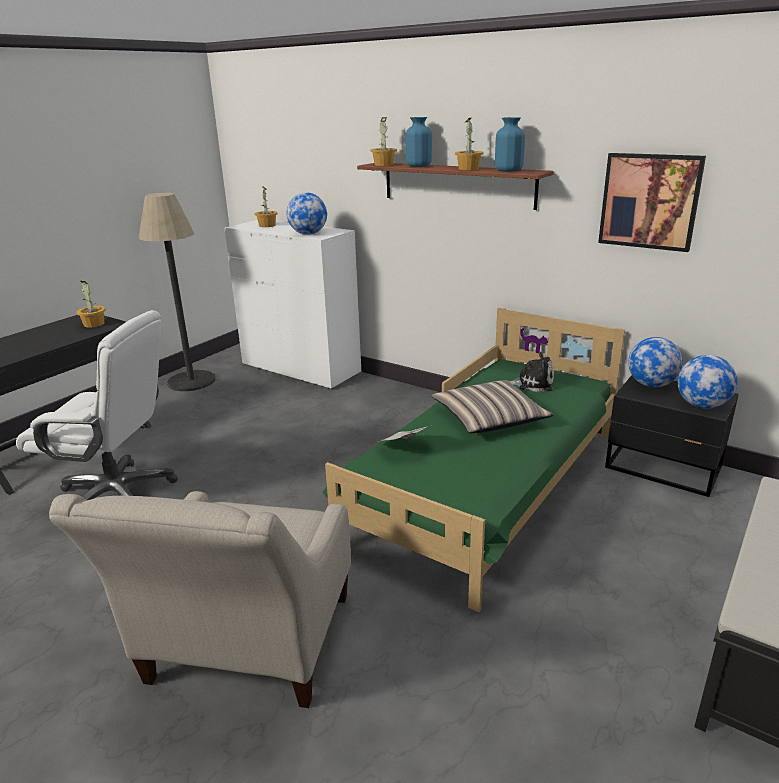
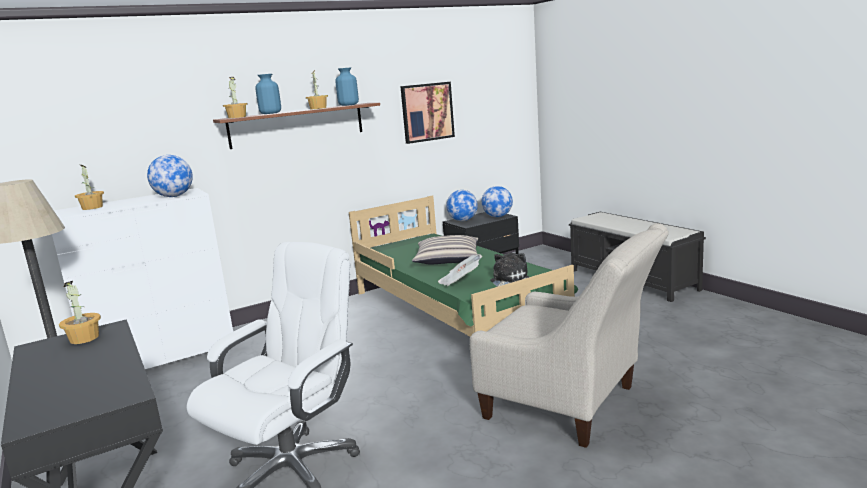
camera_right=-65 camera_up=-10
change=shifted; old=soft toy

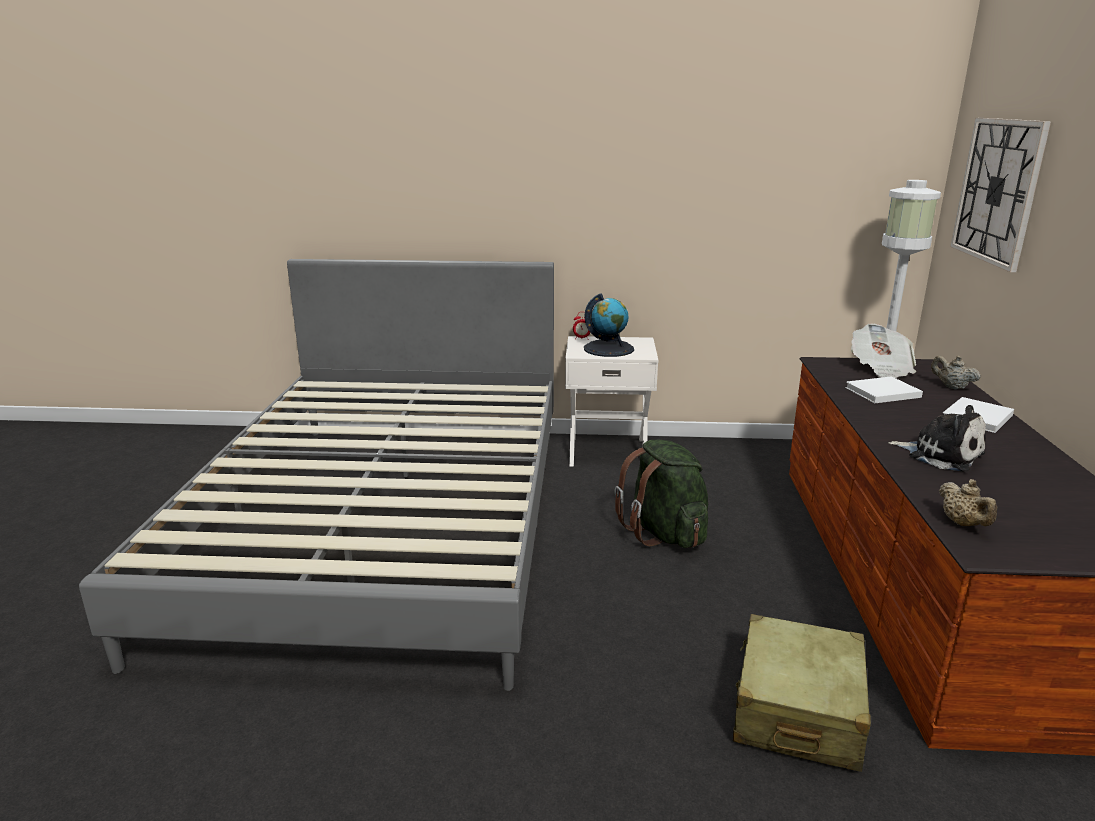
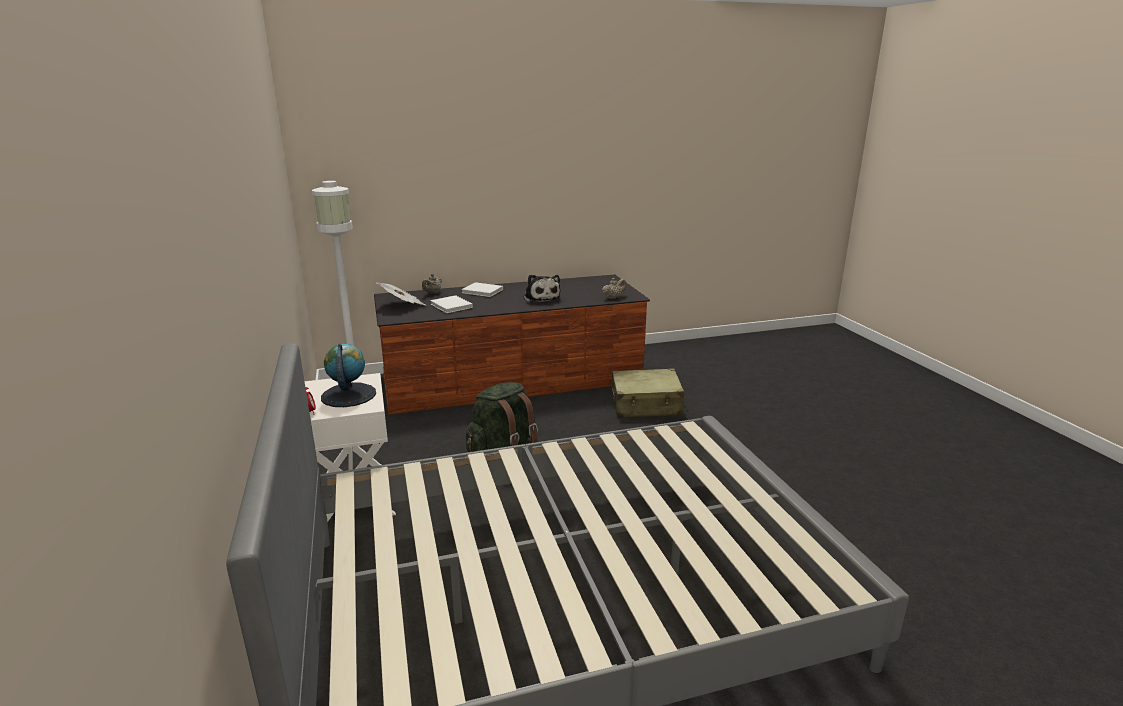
camera_right=-110 camera_up=0
change=rotated; old=soft toy; degrees=135
change=gone; old=wall clock

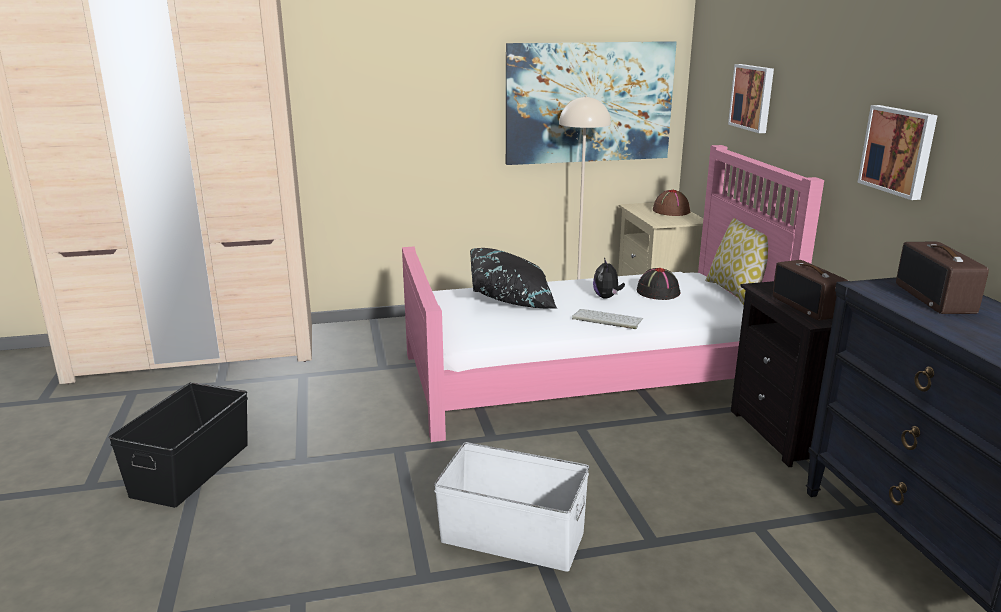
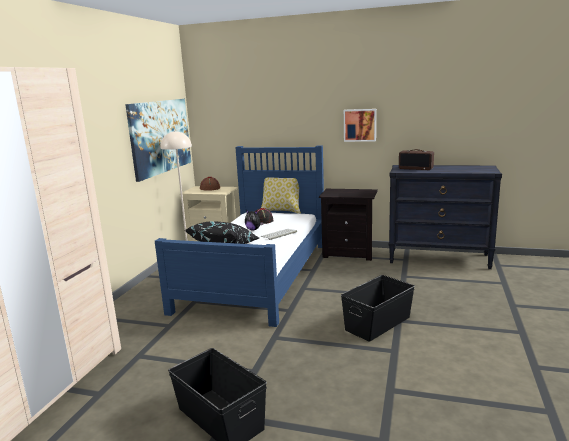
camera_right=-60 camera_up=-5
change=repainted; old=bed (pink); new=bed (blue-coloured)
change=repainted; old=storage container (whitish); new=storage container (black) (no. 2 from left)
change=gone; old=wall art (no. 2 from left)
change=gone; old=radio (no. 1 from left)

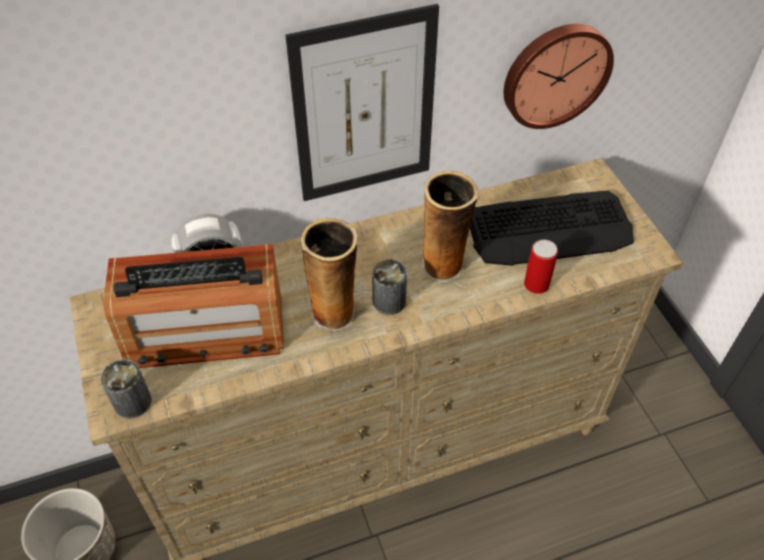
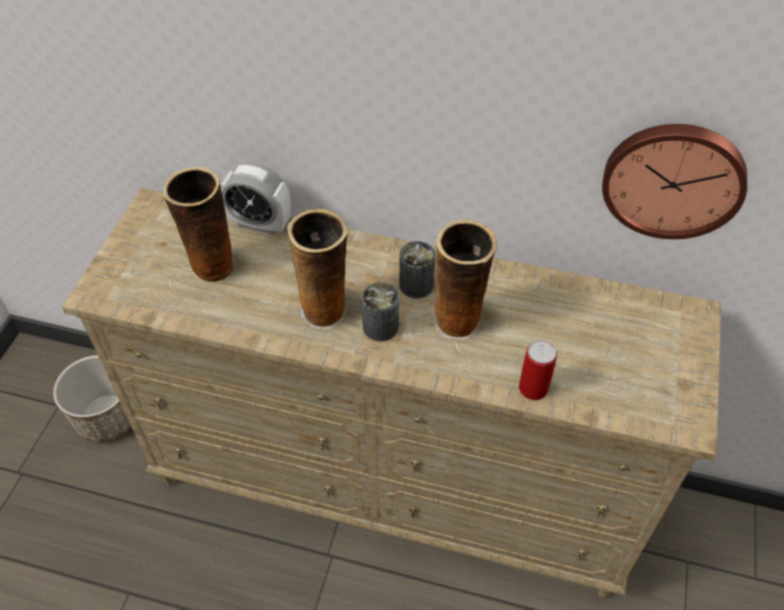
camera_right=35 camera_up=0
change=shifted; old=sealed can (no. 1 from left in the first image); new=sealed can (no. 2 from left)
change=swapped; old=radio; new=vase (no. 1 from left)
change=gone; old=wall art
change=gone; old=computer keyboard

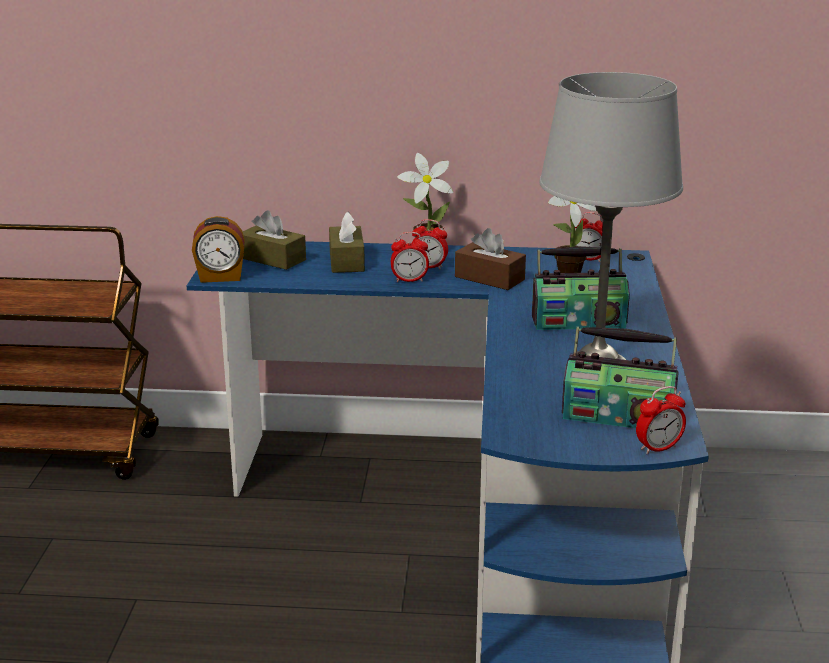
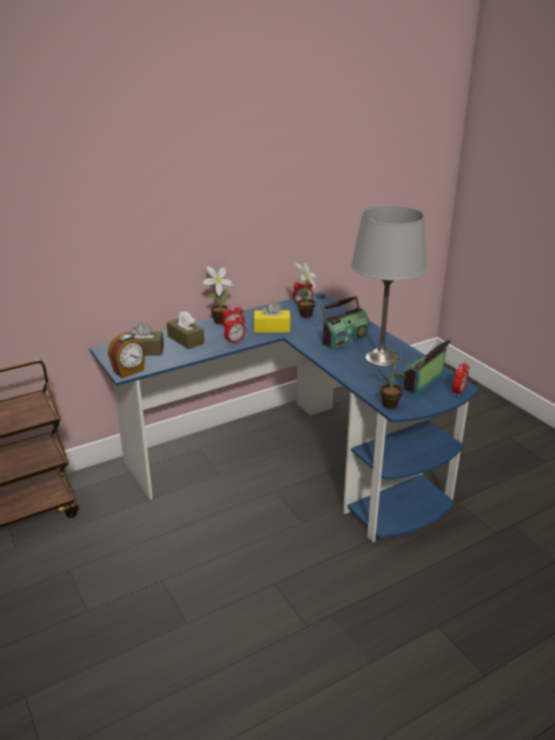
camera_right=-35 camera_up=5
change=repainted; old=box of tissues (brownish) (no. 3 from left); new=box of tissues (yellowish)
change=rotated; old=radio (no. 2 from left); degrees=150
change=new; new=plant in a pot (no. 3 from left)

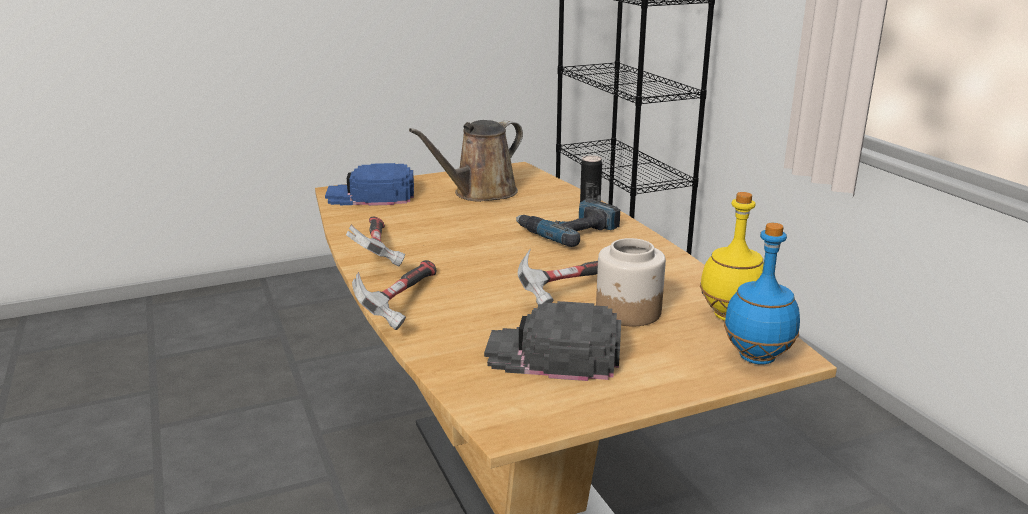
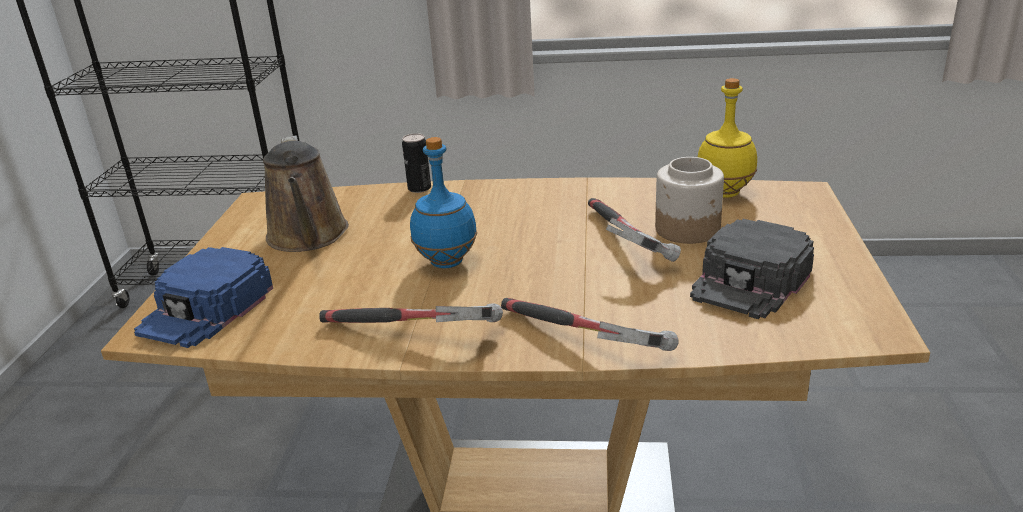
camera_right=-60 camera_up=5
change=gone; old=drill
change=shifted; old=bottle (blue-coloured)

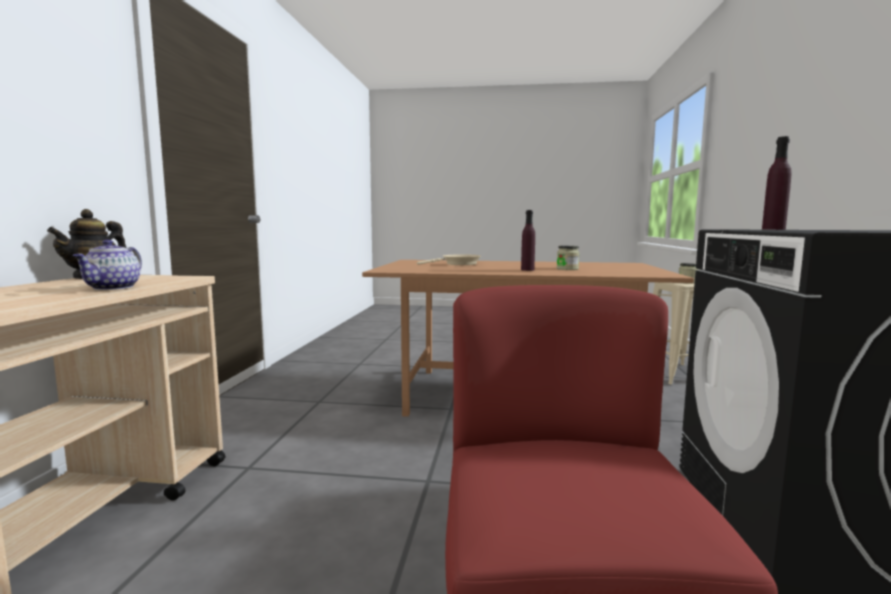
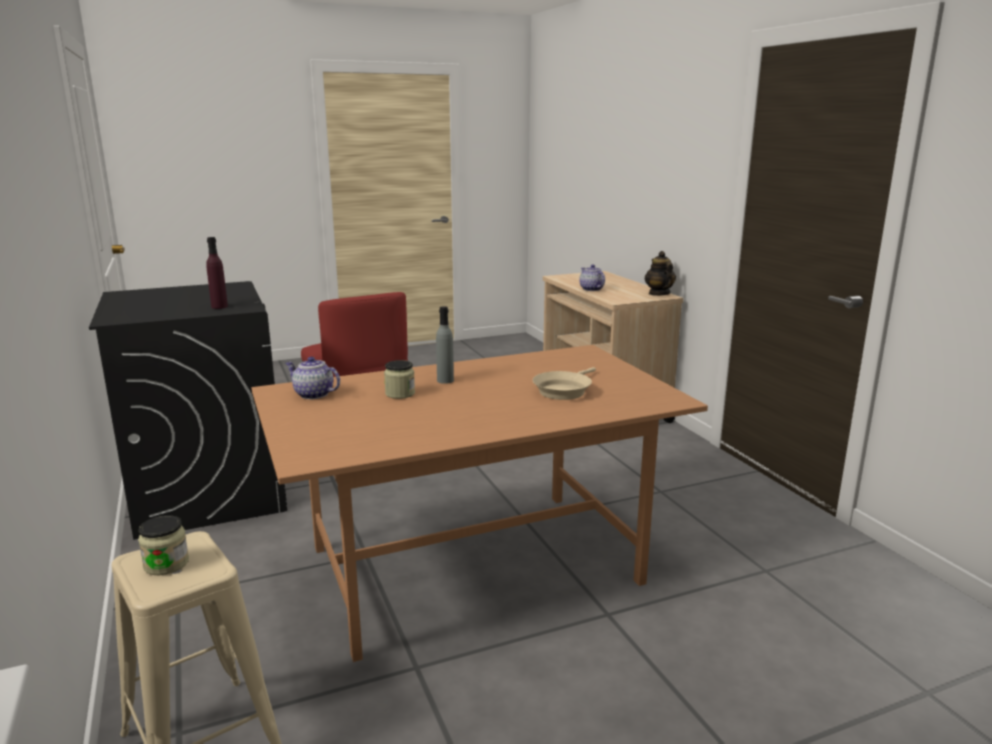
camera_right=150 camera_up=10
change=repainted; old=bottle (purple) (no. 1 from left); new=bottle (grey)
change=new; new=teapot (no. 1 from left)

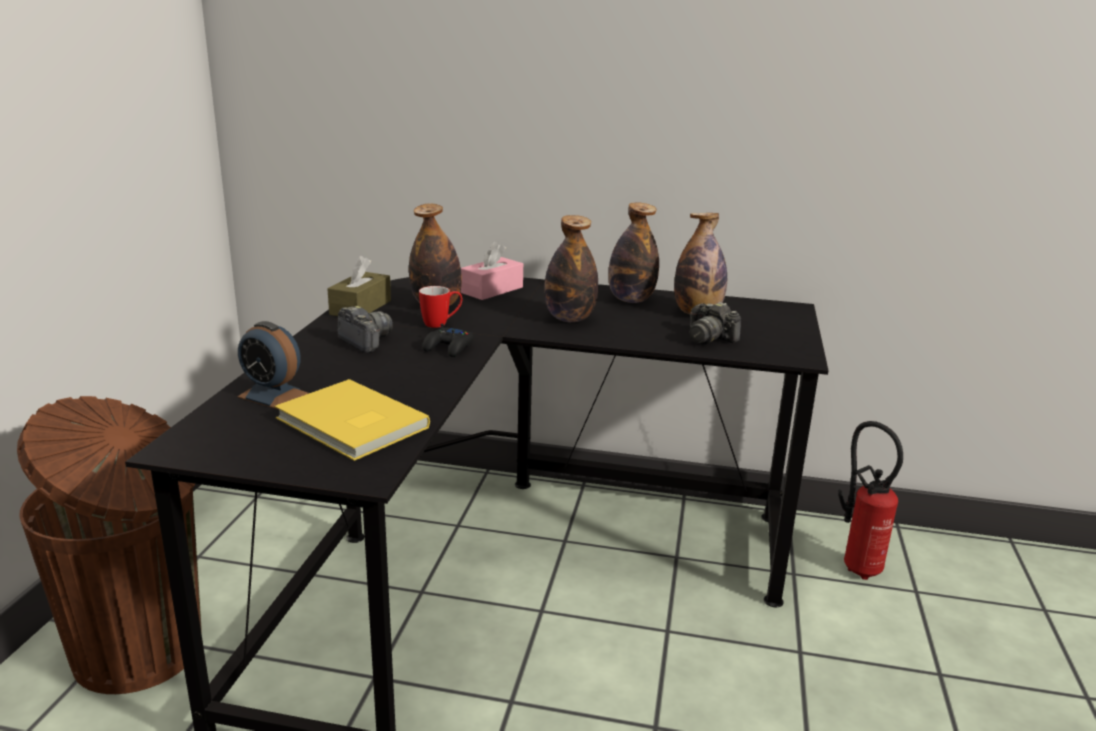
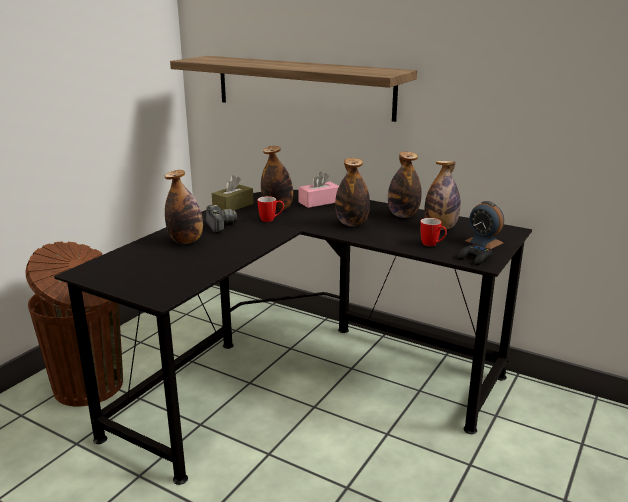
camera_right=20 camera_up=0
change=shifted; old=table clock
change=gone; old=volume (yellowish)
change=shifted; old=joypad (black)
change=swapped; old=still camera (no. 2 from left); new=tea mug (no. 2 from left)
change=gone; old=extinguisher
change=new; new=bottle (no. 1 from left)
change=new; new=wall shelf

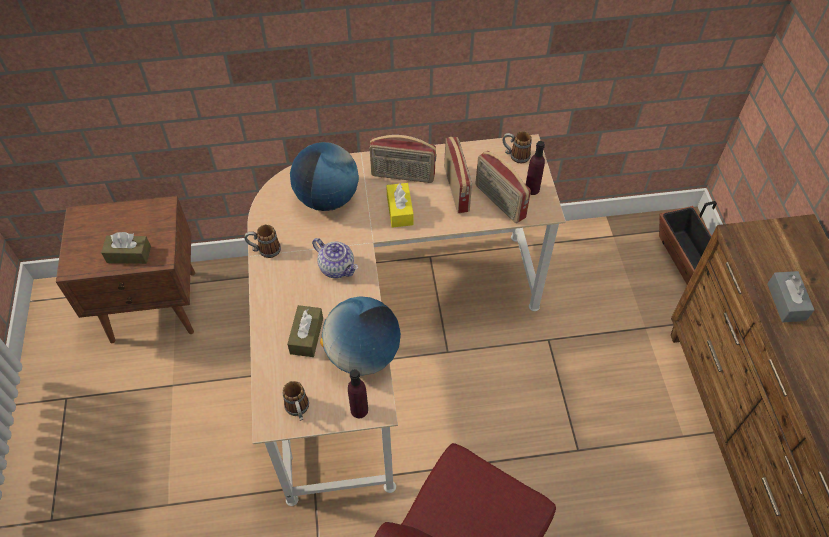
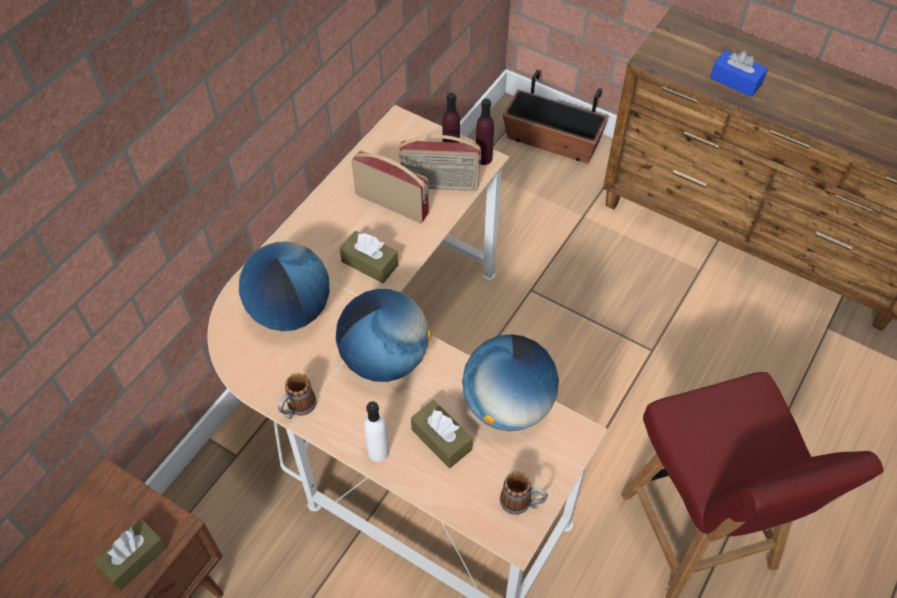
camera_right=-50 camera_up=0
change=swapped; old=teapot; new=globe (no. 2 from left)
change=shifted; old=bottle (purple) (no. 1 from left in the first image); new=bottle (purple) (no. 2 from left)
change=gone; old=radio (no. 1 from left)
change=repainted; old=box of tissues (yellowish); new=box of tissues (brownish) (no. 2 from left)
change=gone; old=tea mug (no. 3 from left)
change=repainted; old=box of tissues (grey); new=box of tissues (blue-coloured)
change=new; new=bottle (whitish)

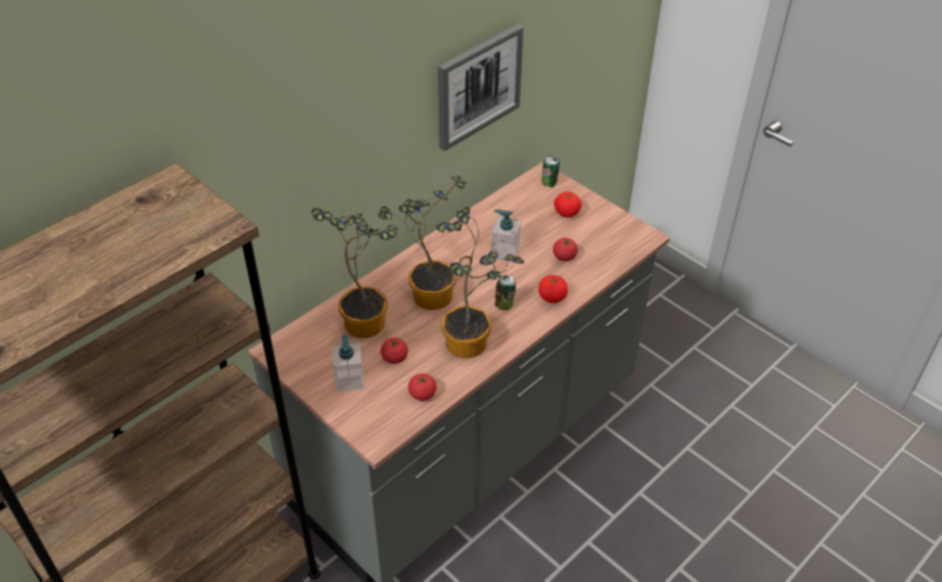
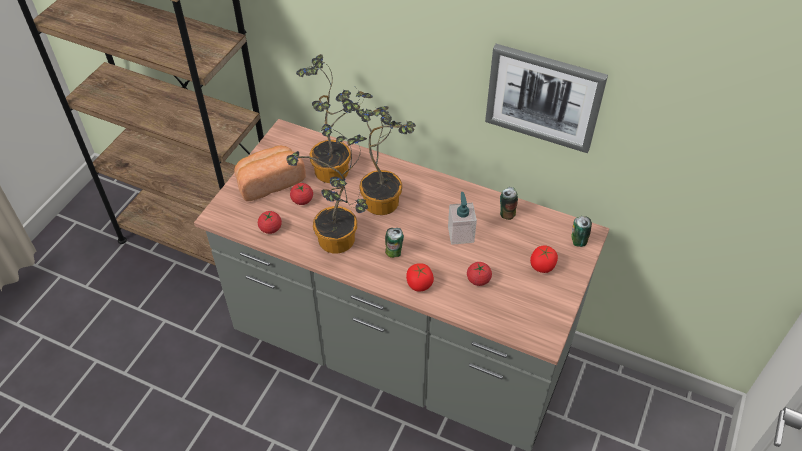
camera_right=70 camera_up=5
change=swapped; old=liquid soap bottle (no. 1 from left); new=bread
change=new; new=sealed can (no. 2 from left)

